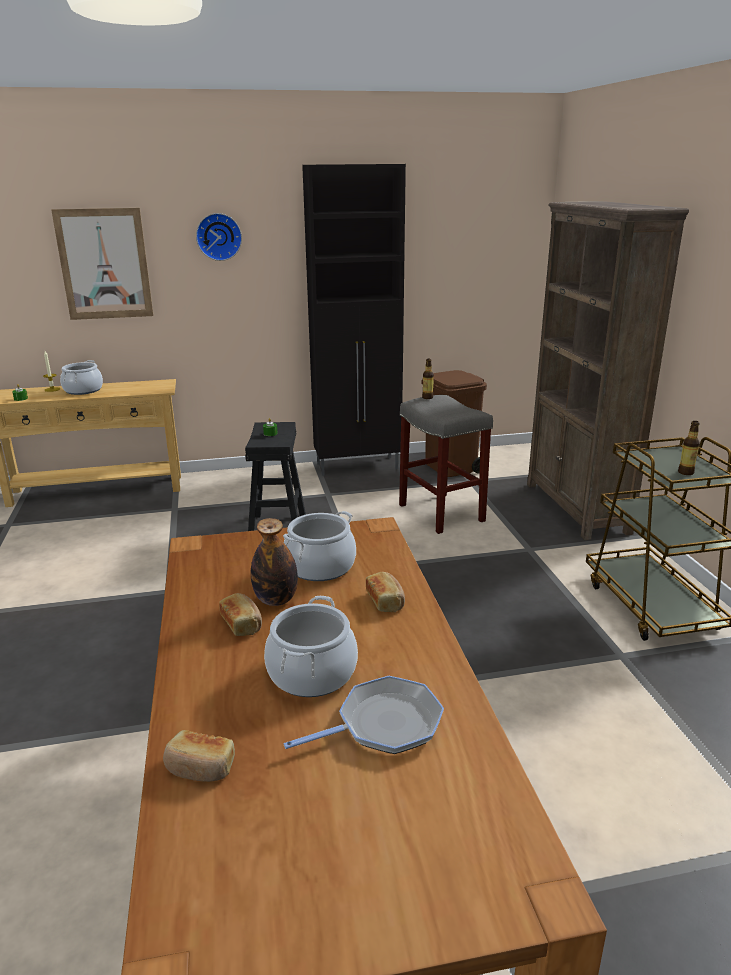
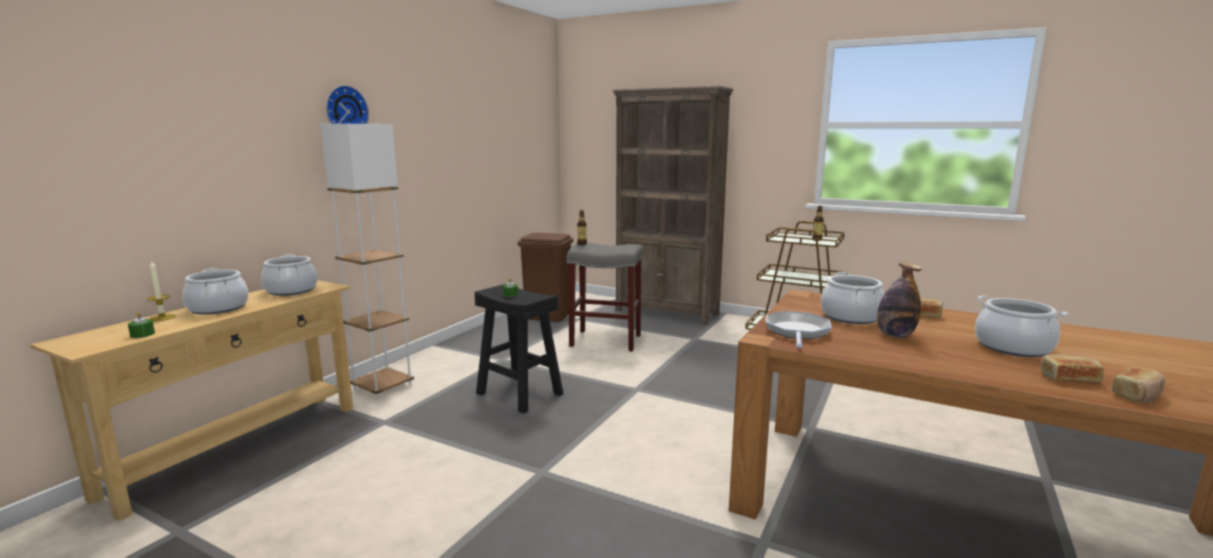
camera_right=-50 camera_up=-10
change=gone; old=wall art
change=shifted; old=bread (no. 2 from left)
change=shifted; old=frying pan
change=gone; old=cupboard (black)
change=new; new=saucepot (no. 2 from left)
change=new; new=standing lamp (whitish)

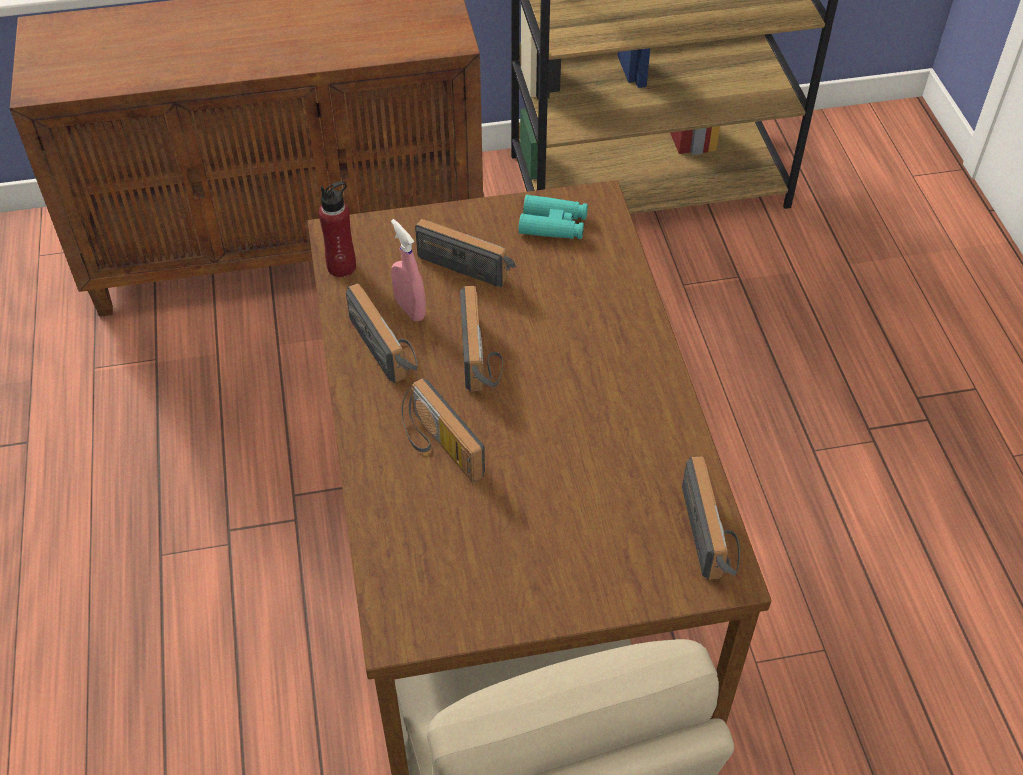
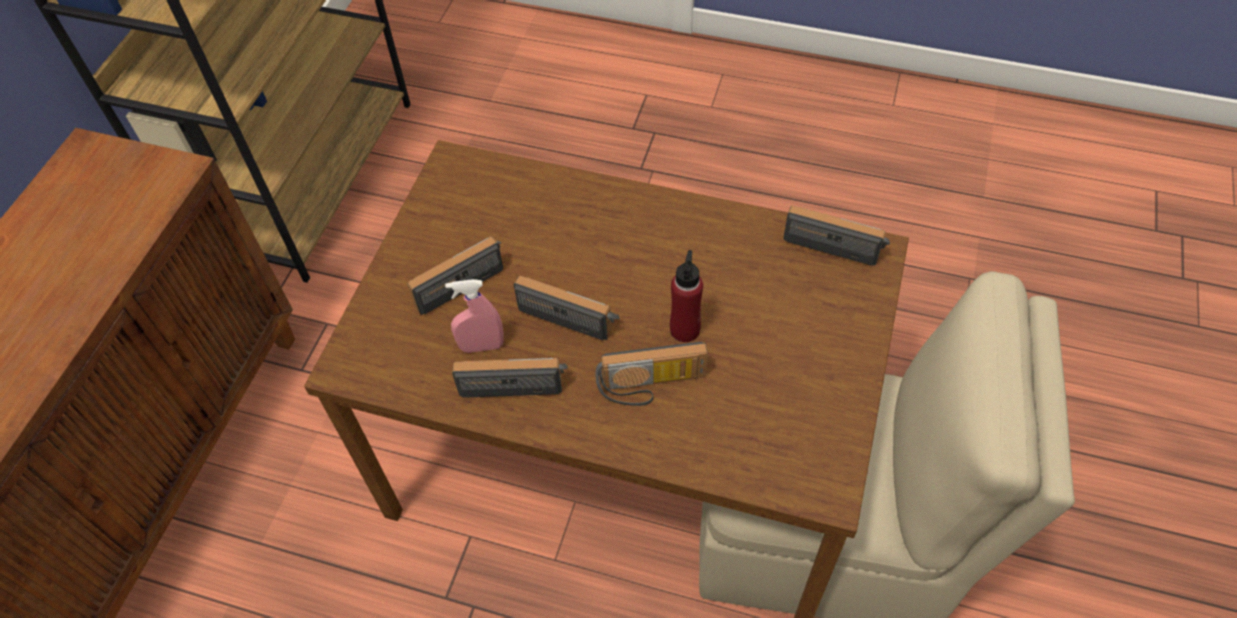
camera_right=-60 camera_up=5
change=shifted; old=bottle (red-coloured)
change=gone; old=pair of binoculars (turquoise)

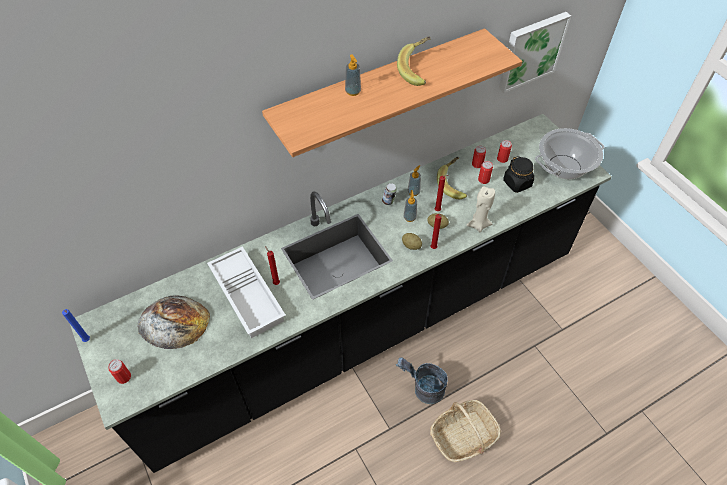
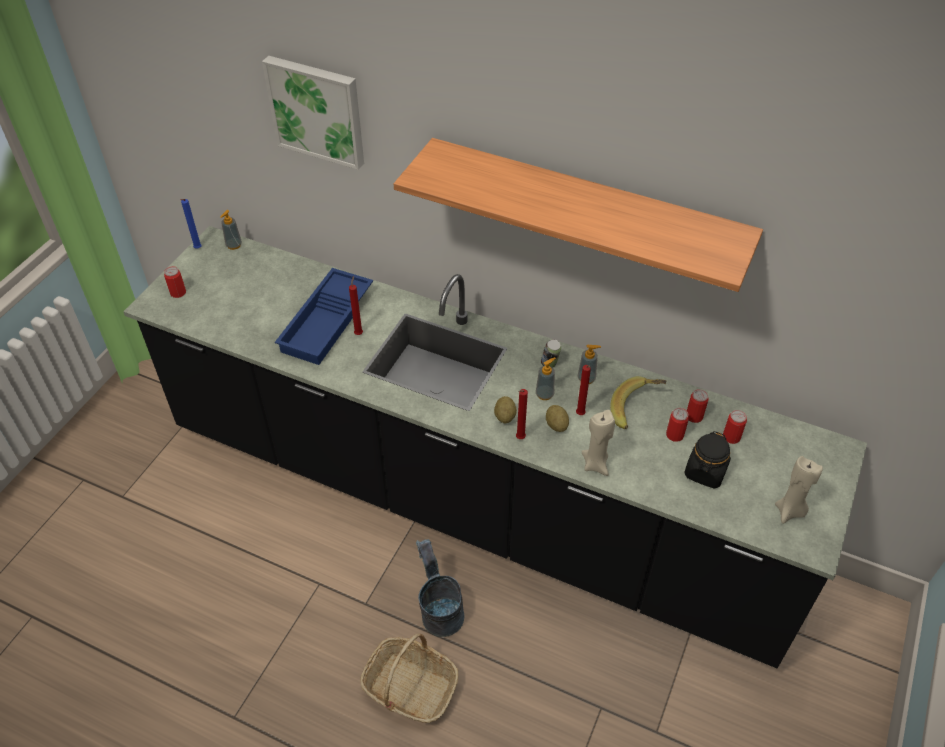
camera_right=55 camera_up=-5
change=gone; old=bread
change=repainted; old=carrying tray (whitish); new=carrying tray (blue-coloured)
change=shifted; old=liquid soap bottle (no. 1 from left)
change=gone; old=whole banana (no. 1 from left)
change=shifted; old=wall art
change=swapped; old=saucepot; new=wax light (beige-coloured) (no. 2 from left)

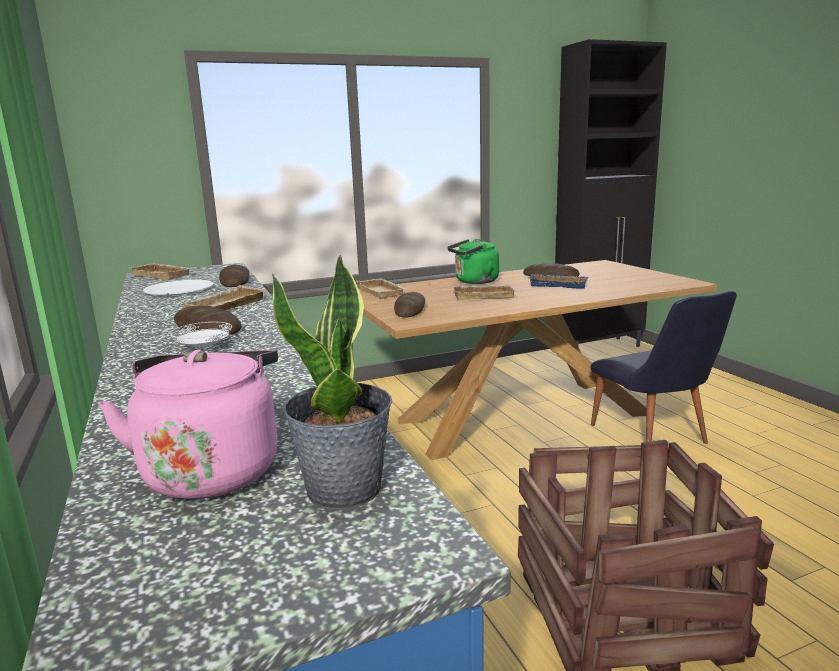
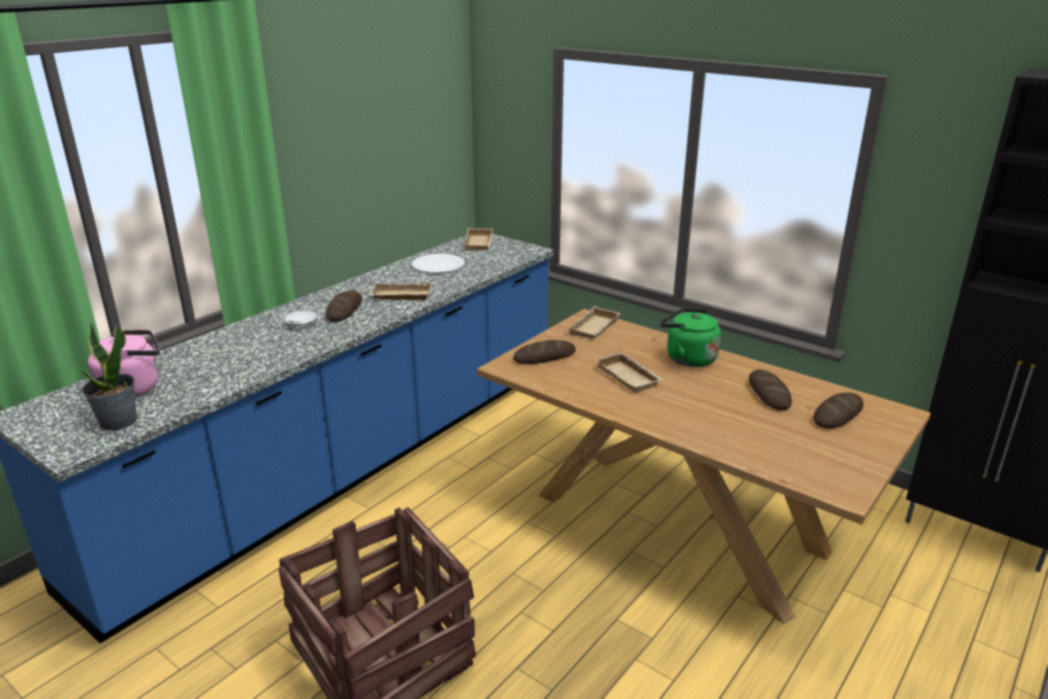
camera_right=60 camera_up=10
change=shifted; old=bread (no. 2 from left in the first image); new=bread (no. 4 from left)
change=gone; old=carrying tray (blue-coloured)
change=gone; old=upright chair (black)

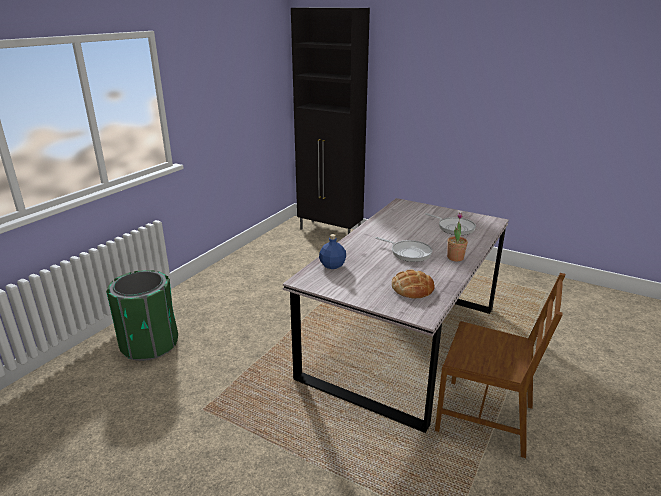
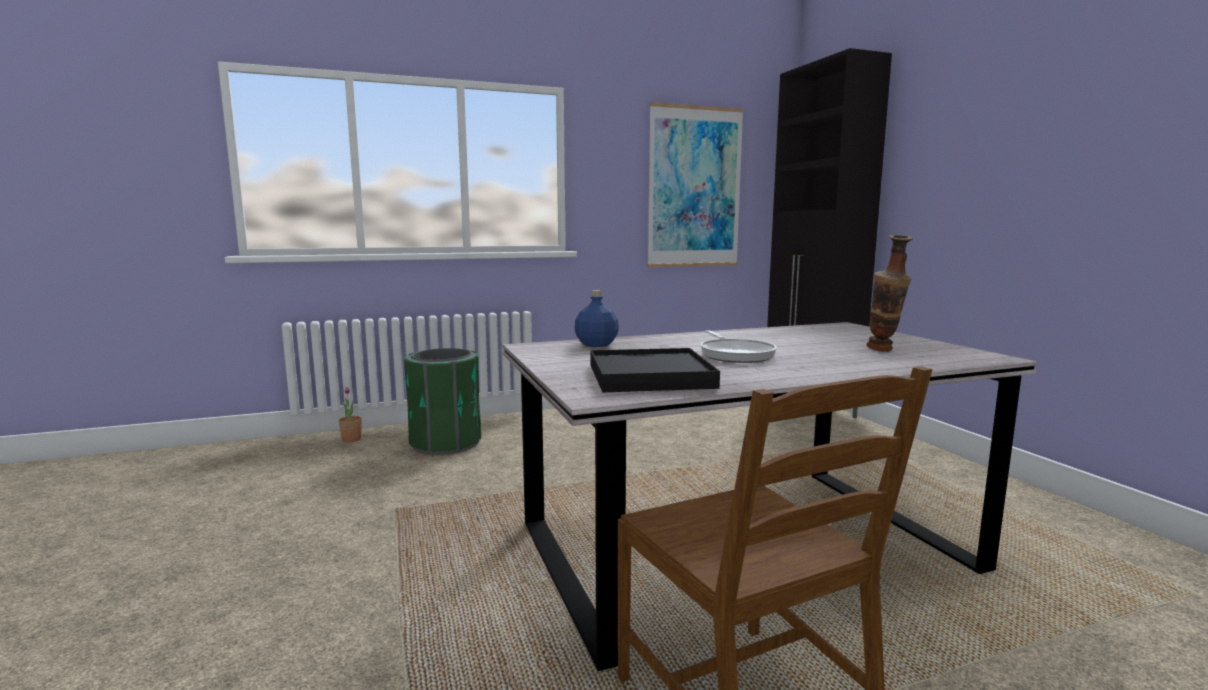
camera_right=40 camera_up=-15
change=swapped; old=bread; new=carrying tray (black)
change=swapped; old=frying pan (no. 2 from left); new=vase
change=shifted; old=plant in a pot
change=new; new=wall art

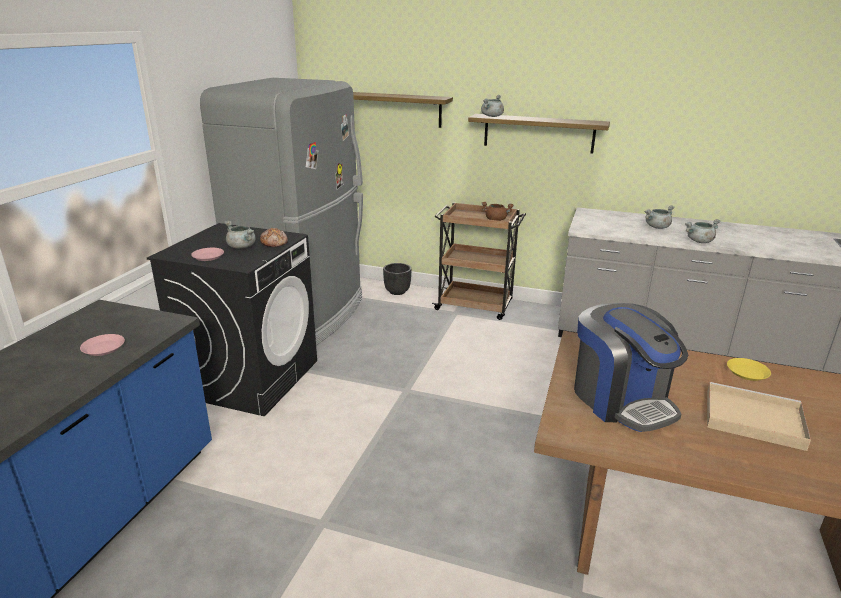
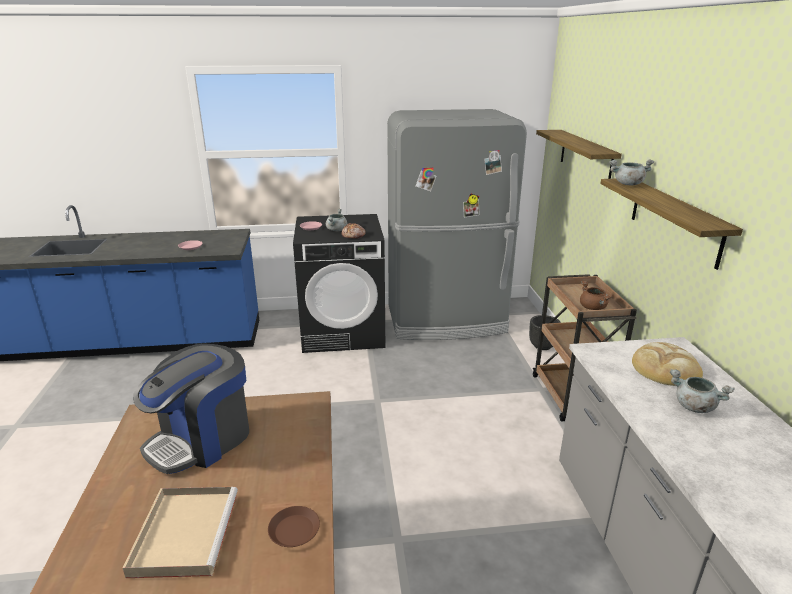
camera_right=65 camera_up=0
change=gone; old=saucepot (grey) (no. 4 from left)
change=repainted; old=plate (yellowish); new=plate (brownish)
change=new; new=bread (no. 2 from left)

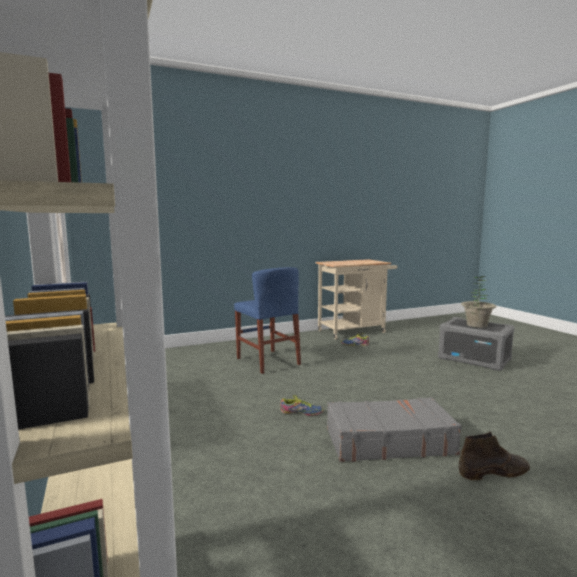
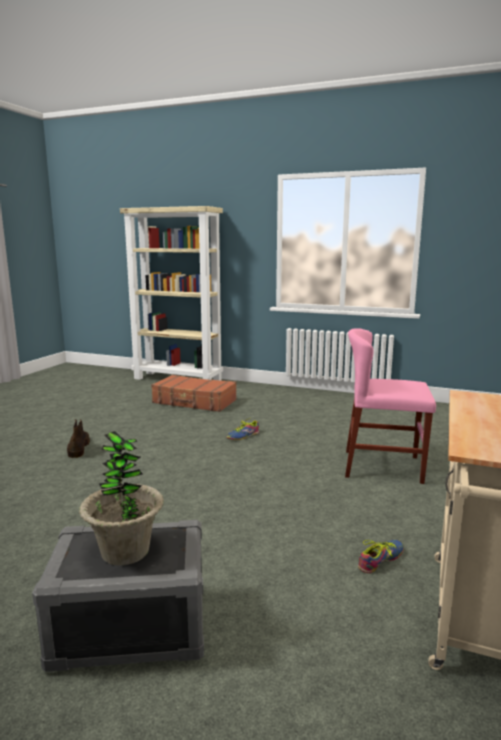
camera_right=135 camera_up=5
change=repainted; old=upright chair (blue-coloured); new=upright chair (pink)
change=gone; old=suitcase (grey)
change=rotated; old=boot (brownish); degrees=135
change=new; new=suitcase (brownish)

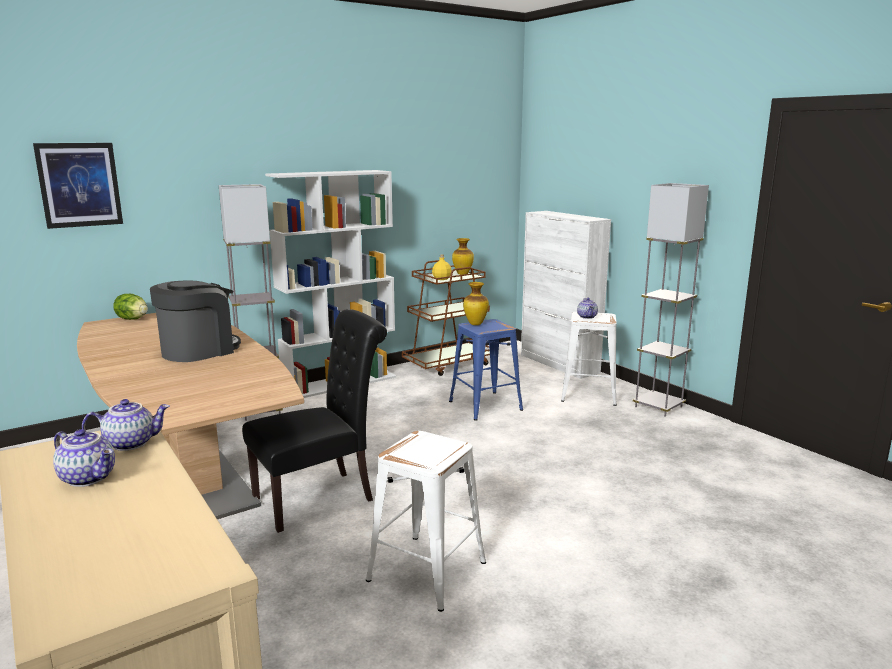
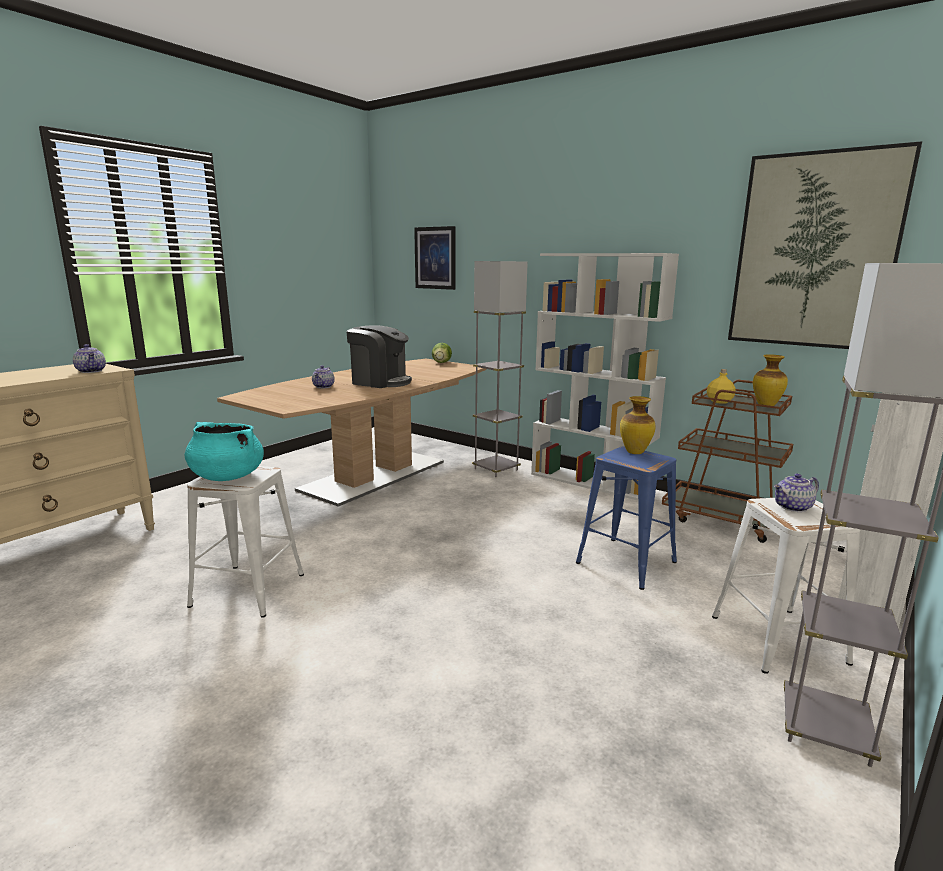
camera_right=70 camera_up=0
change=shifted; old=teapot (no. 1 from left in the first image); new=teapot (no. 2 from left)
change=gone; old=upright chair (black)
change=new; new=saucepot (turquoise)
change=new; new=wall art (no. 2 from left)

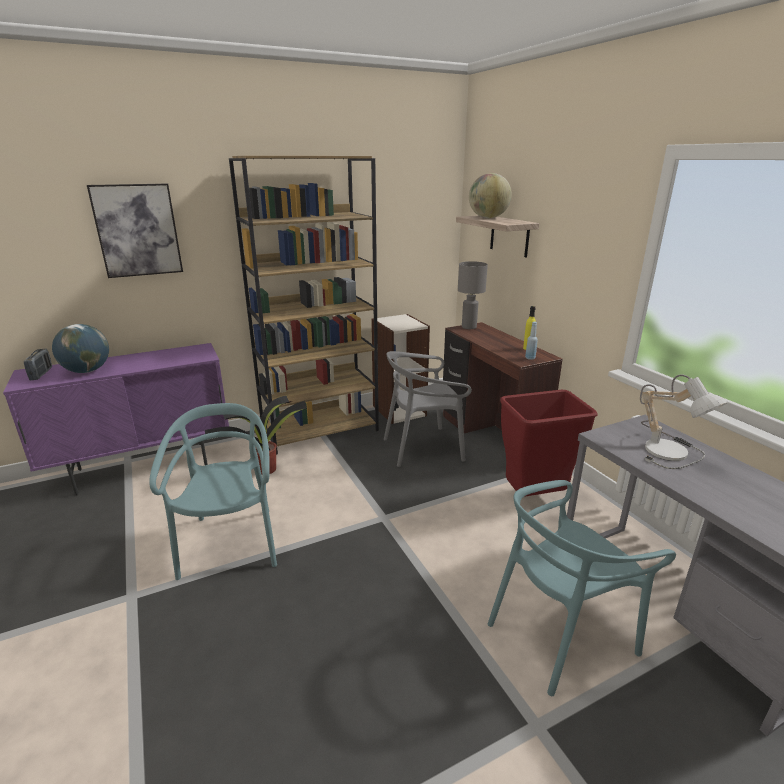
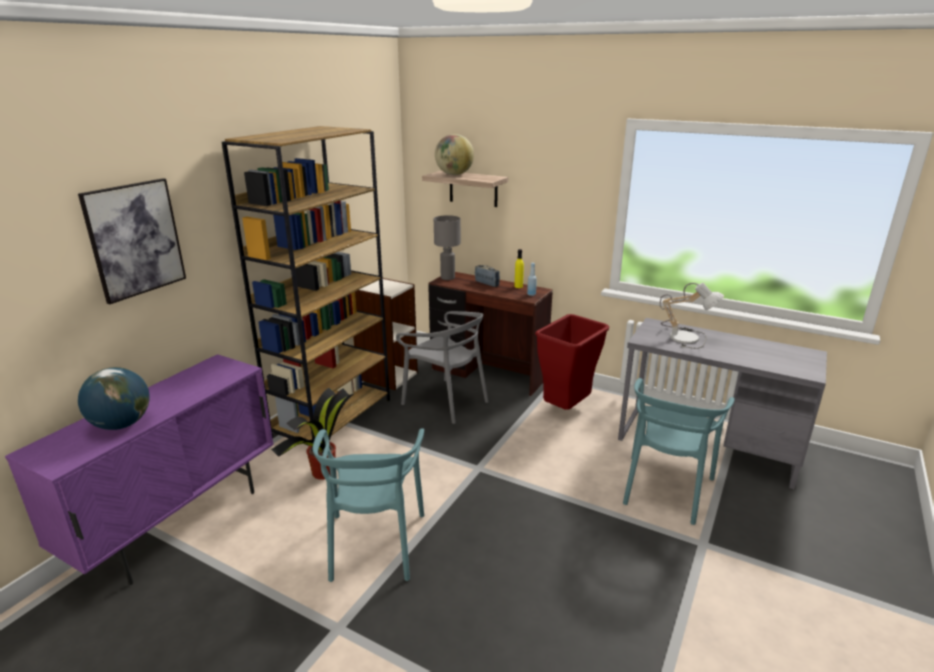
camera_right=-35 camera_up=0
change=shifted; old=radio
change=rotated; old=upright chair (turquoise) (no. 1 from left); degrees=-135
change=rotated; old=upright chair (grey); degrees=-90

